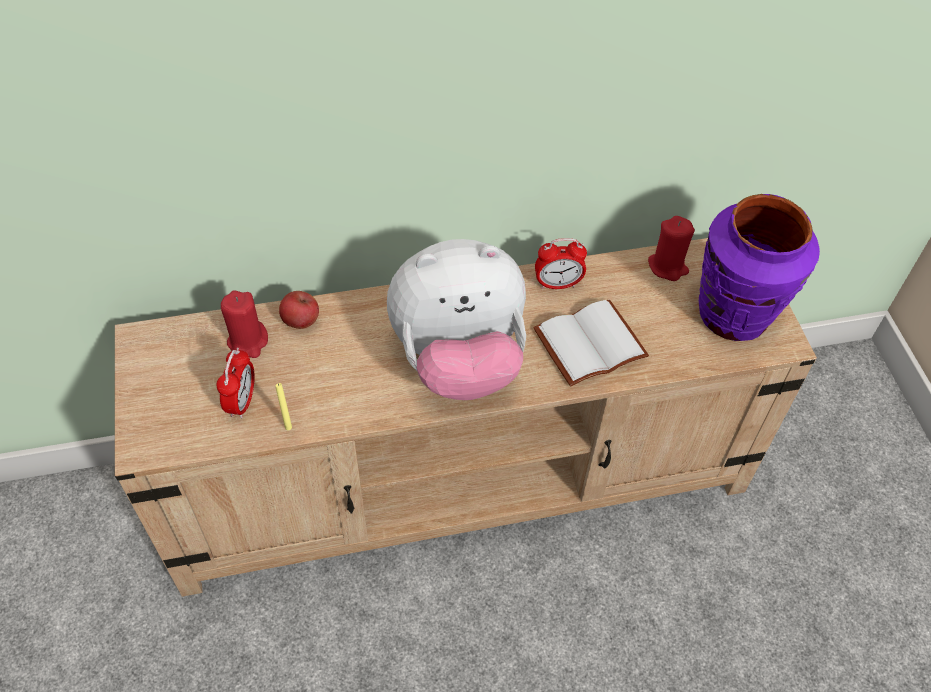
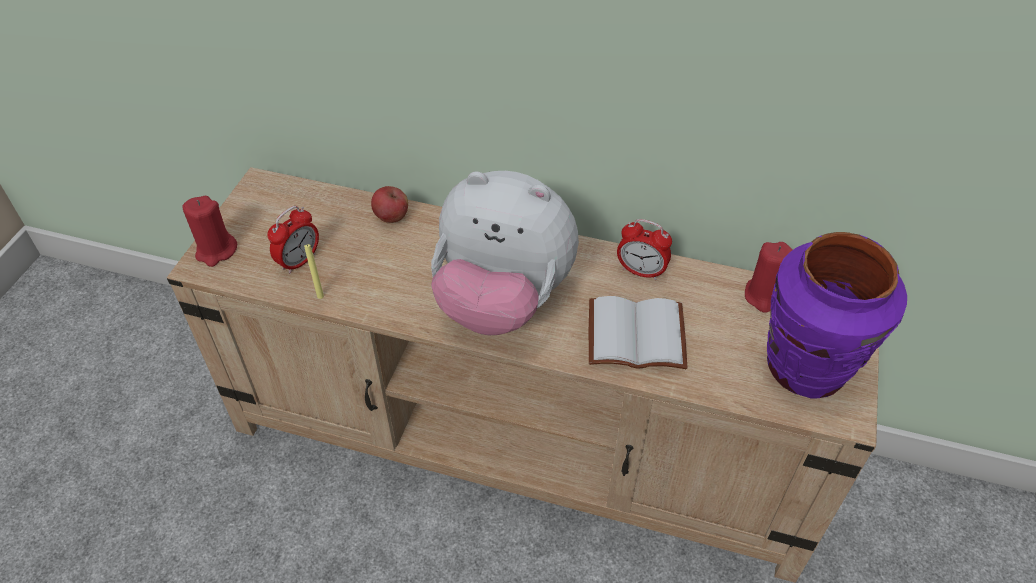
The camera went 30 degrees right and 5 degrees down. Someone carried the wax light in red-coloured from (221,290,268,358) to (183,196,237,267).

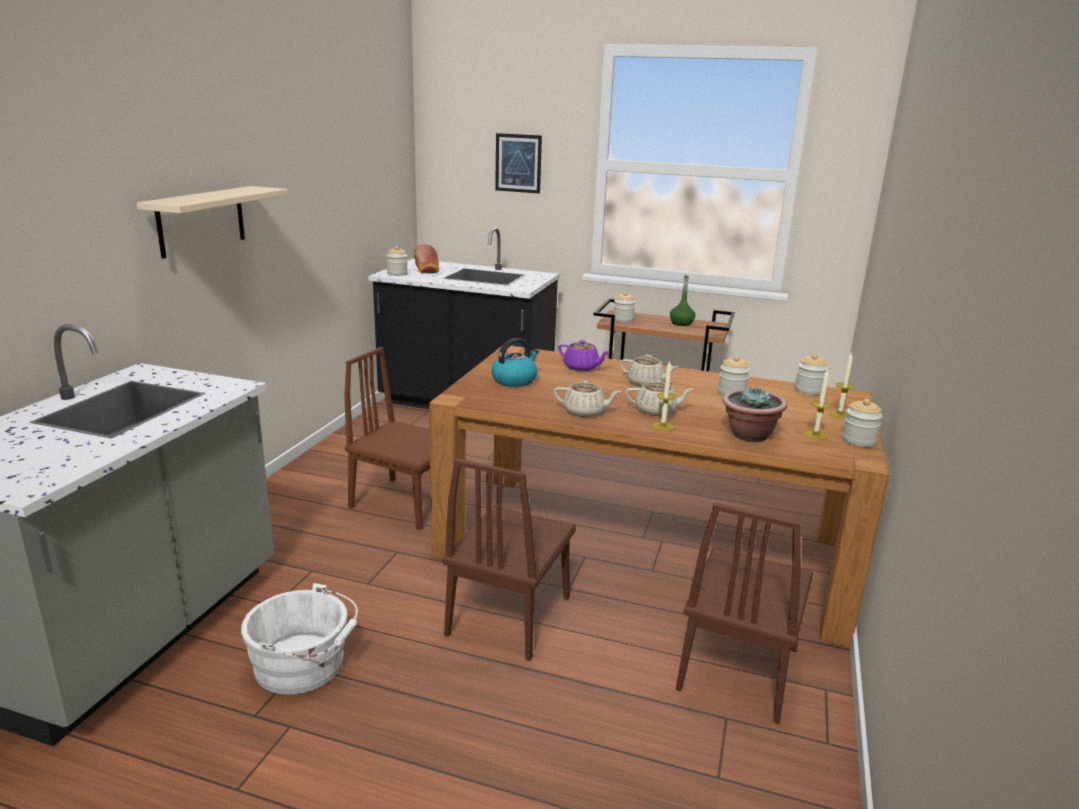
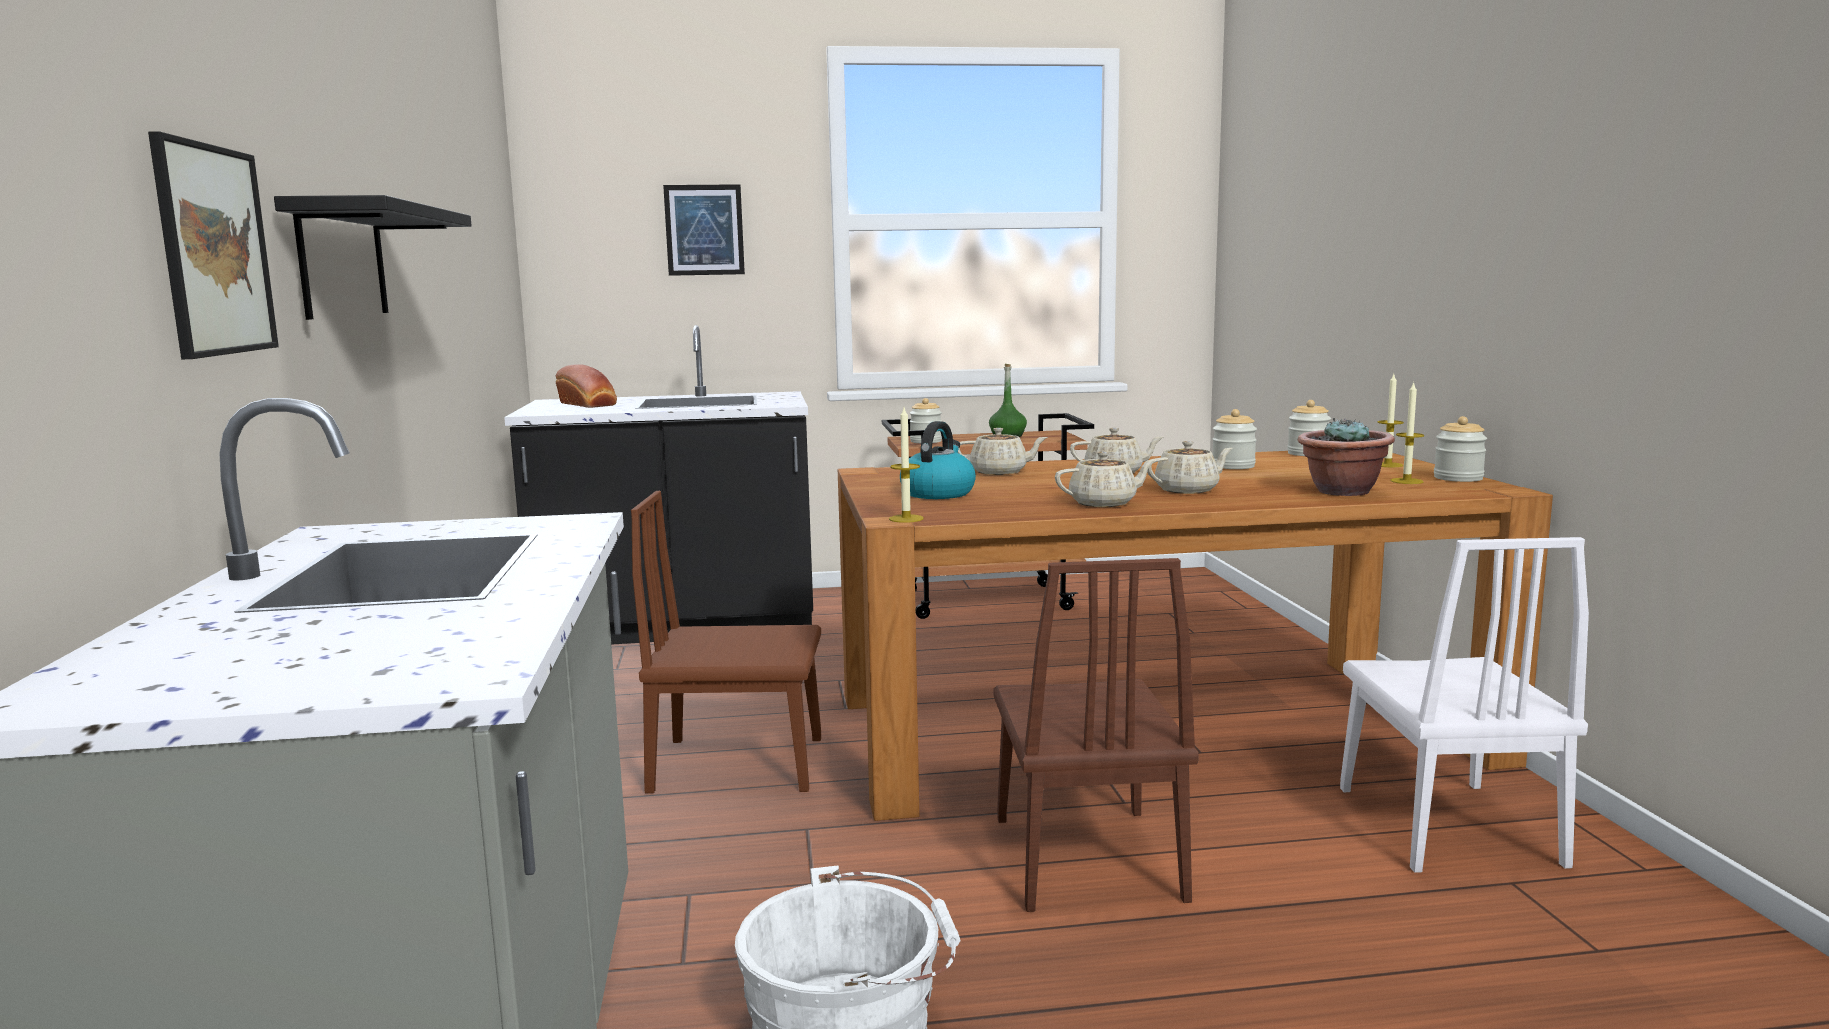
The camera went 25 degrees left and 10 degrees down. Someone repainted the wall shelf in beige-coloured at (137,186,288,259), which became the wall shelf in blackish at (274,195,472,320). Someone took away the jar at (386,246,408,276). Someone repainted the pot for tea in purple-coloured at (558,340,610,371), which became the pot for tea in beige-coloured at (958,428,1048,475). Someone carried the wax light from (652,361,675,431) to (889,408,924,523). Someone repainted the plain chair in brown-coloured at (676,502,813,724), which became the plain chair in white-coloured at (1340,537,1589,873). Someone put up the picture at (148,131,279,359).

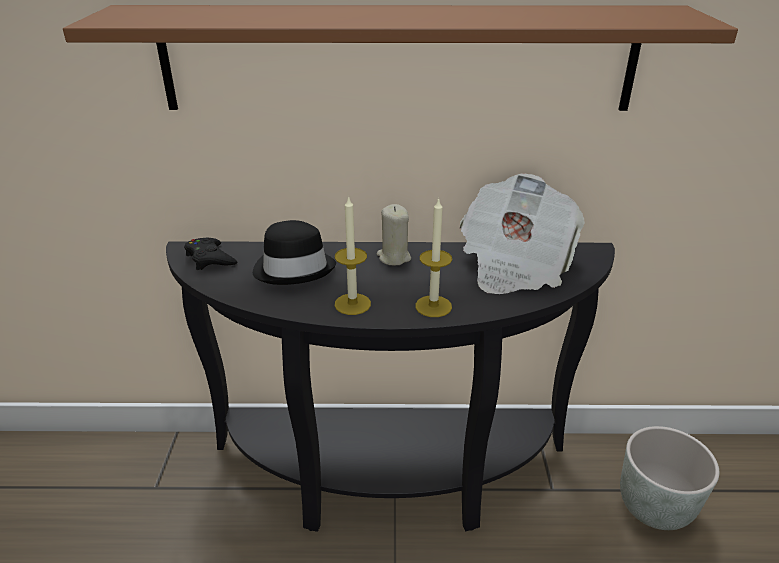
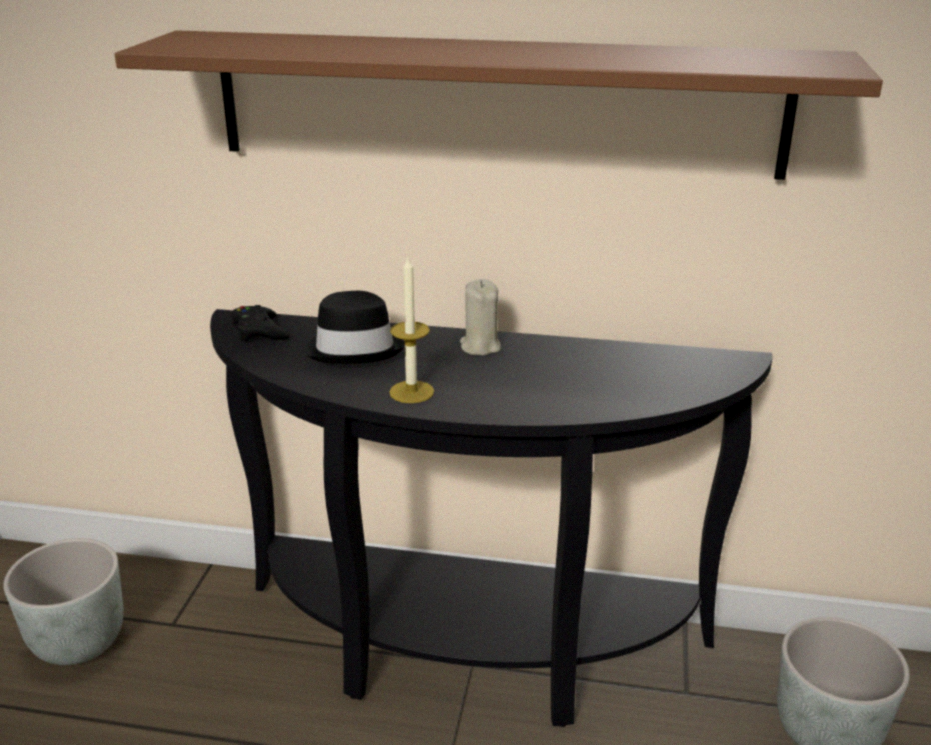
The camera went 10 degrees right and 5 degrees down. Someone took away the daily paper at (460,173,585,294). Someone took away the wax light at (415,197,452,317). Someone put down the planter in gray at (3,538,124,665).

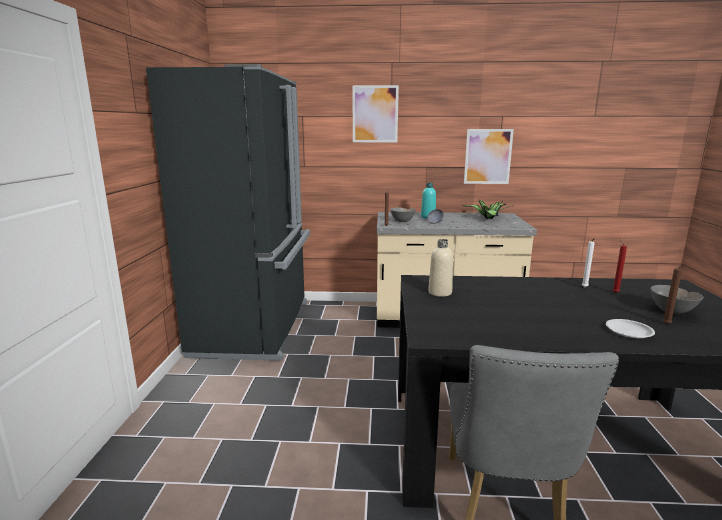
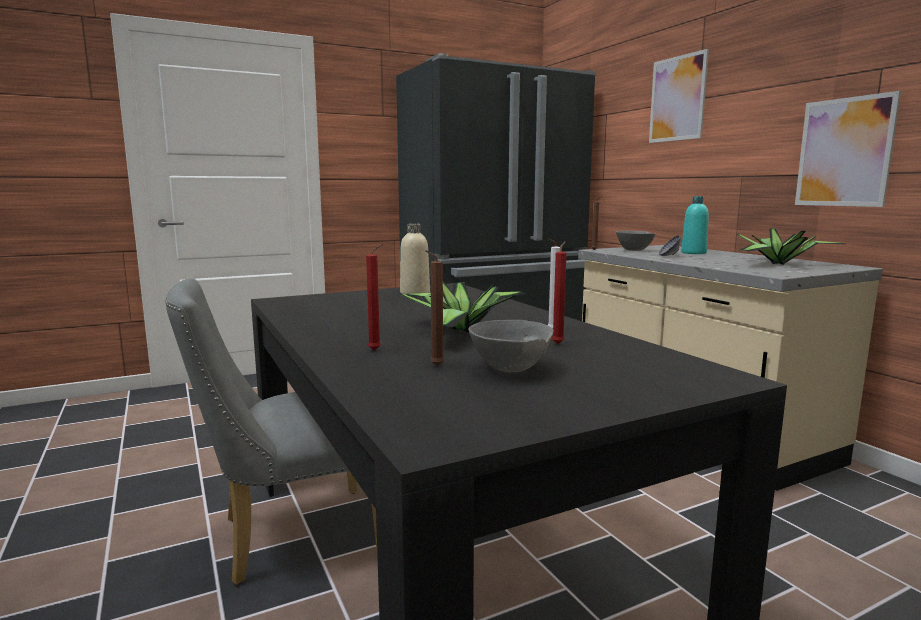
The camera went 60 degrees right and 5 degrees down. Someone swapped the dinner plate in white-coloured at (606,319,655,338) for the wax light in red-coloured at (366,244,383,351). Someone put down the potted plant at (400,281,527,333).

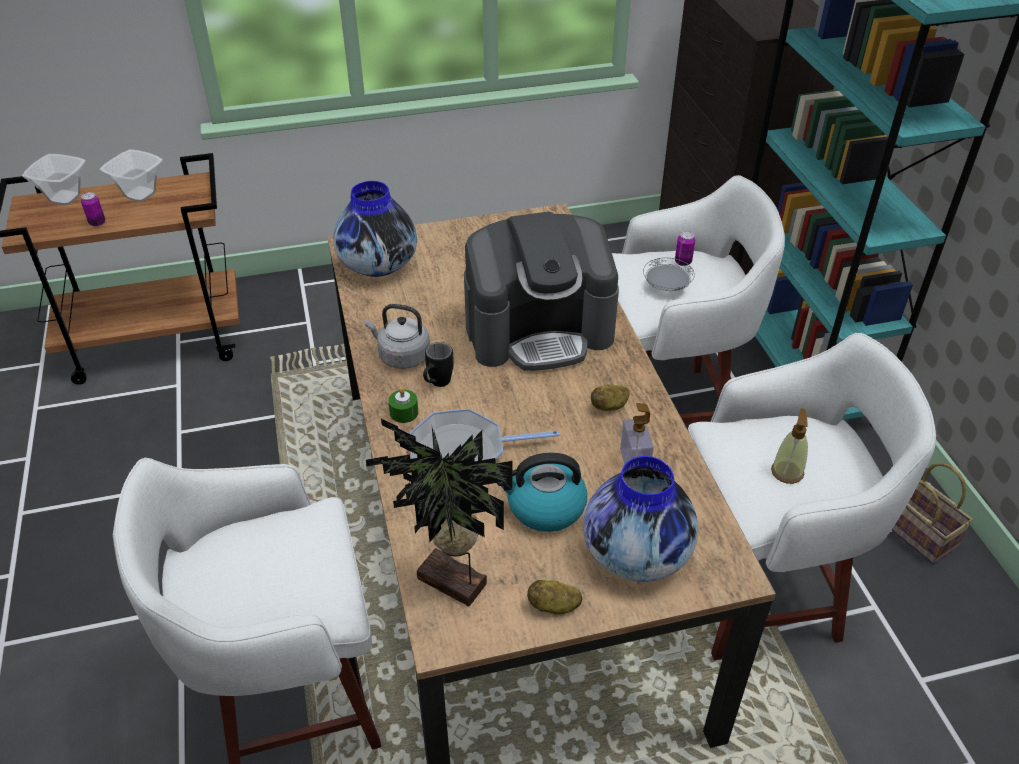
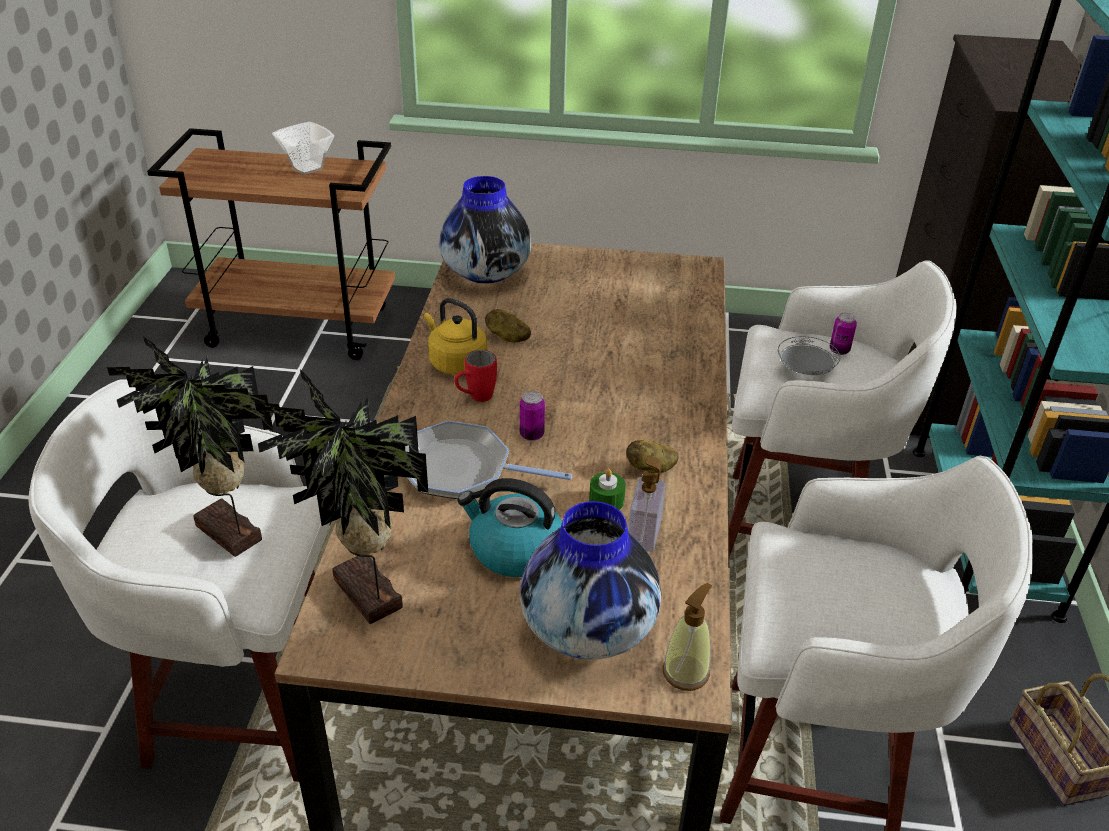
The camera went 20 degrees right and 5 degrees down. Someone took away the bowl at (22,154,86,205). Someone carried the sealed can from (81,192,105,227) to (519,391,545,441). Someone took away the coffee maker at (464,212,619,371). Someone repainted the kettle in gray at (365,304,430,369), which became the kettle in yellowish at (424,298,487,375). Someone repainted the coffee mug in blackish at (423,342,454,387), which became the coffee mug in red-coloured at (454,350,497,402). Someone carried the wax light in greenish from (388,388,418,423) to (589,469,626,510). Someone carried the soap bottle from (771,409,808,484) to (662,583,712,691). Someone carried the spud from (527,580,582,615) to (485,309,531,342). Someone put down the potted plant at (107,337,273,557).

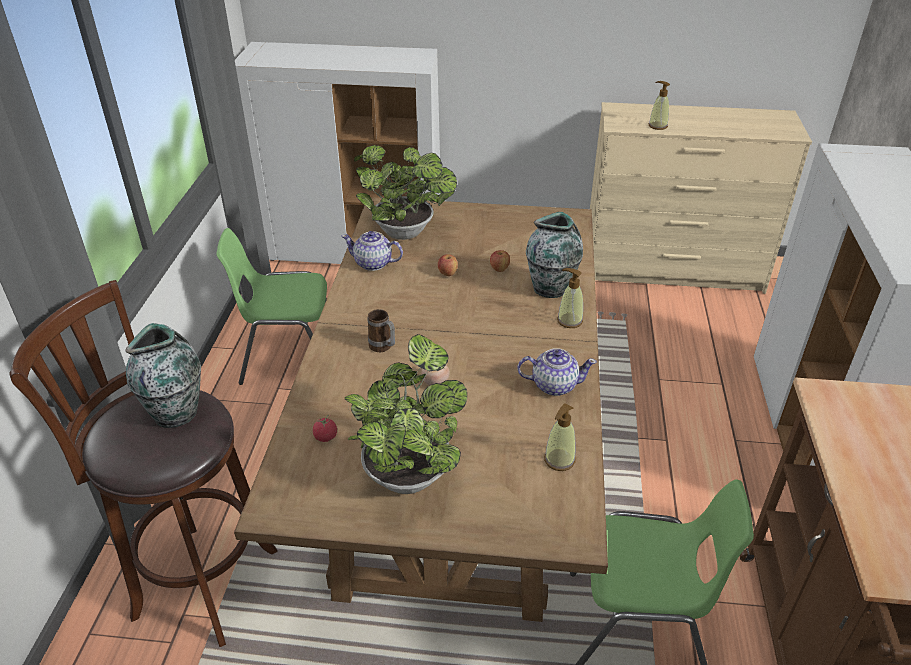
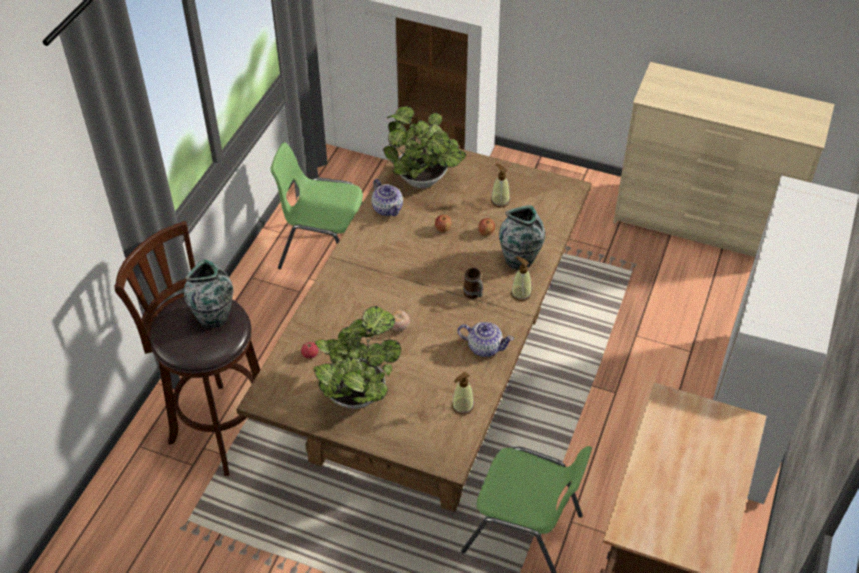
The camera went 15 degrees right and 10 degrees up. Someone carried the soap bottle from (649,81,670,130) to (491,164,510,207). Someone rotated the pot for tea at (341,231,403,271) by 150 degrees counterclockwise. Someone carried the coffee mug from (367,309,395,352) to (463,268,483,299).

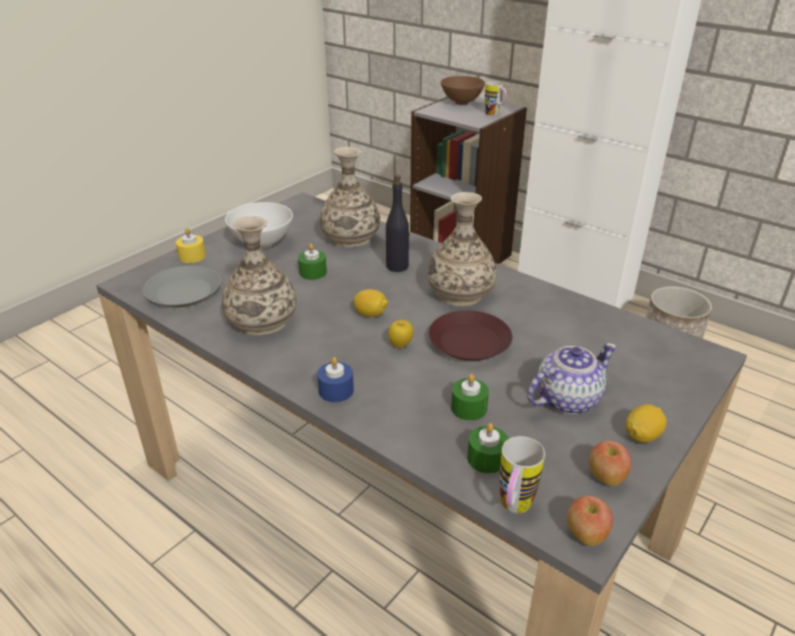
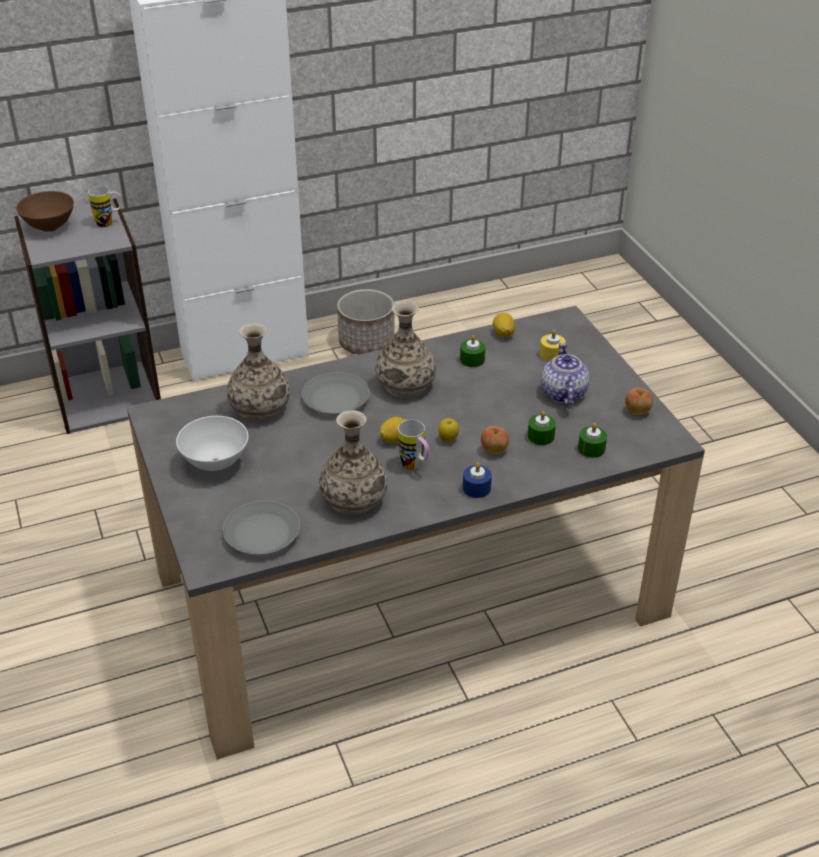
The camera went 60 degrees left and 5 degrees up. Someone swapped the bottle in blackish at (386,174,409,272) for the dinner plate in gray at (302,372,369,415). Someone carried the wax light in yellowish from (176,228,206,263) to (540,330,566,361). Someone carried the wax light in greenish from (298,243,327,280) to (460,335,485,367). Someone took away the dinner plate in brown-coloured at (429,310,512,361). Someone carried the lemon from (626,404,667,443) to (493,313,515,337). Someone carried the coffee mug from (500,436,545,513) to (398,420,429,470). Someone carried the apple from (567,496,613,546) to (481,426,509,454).

